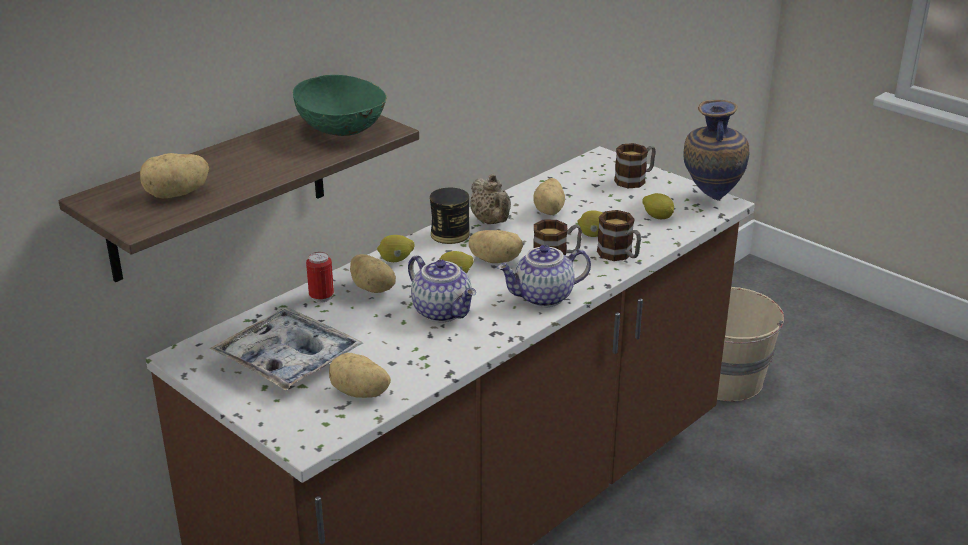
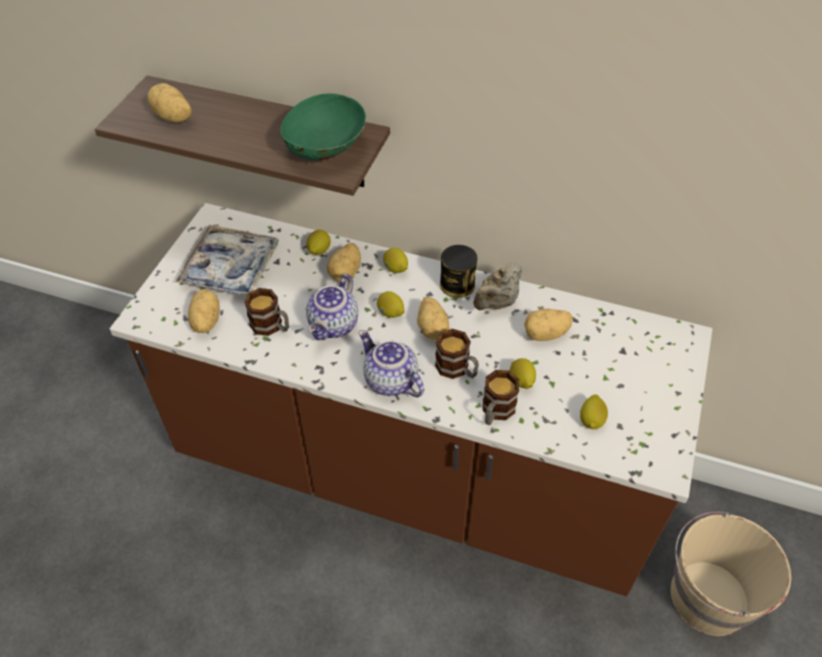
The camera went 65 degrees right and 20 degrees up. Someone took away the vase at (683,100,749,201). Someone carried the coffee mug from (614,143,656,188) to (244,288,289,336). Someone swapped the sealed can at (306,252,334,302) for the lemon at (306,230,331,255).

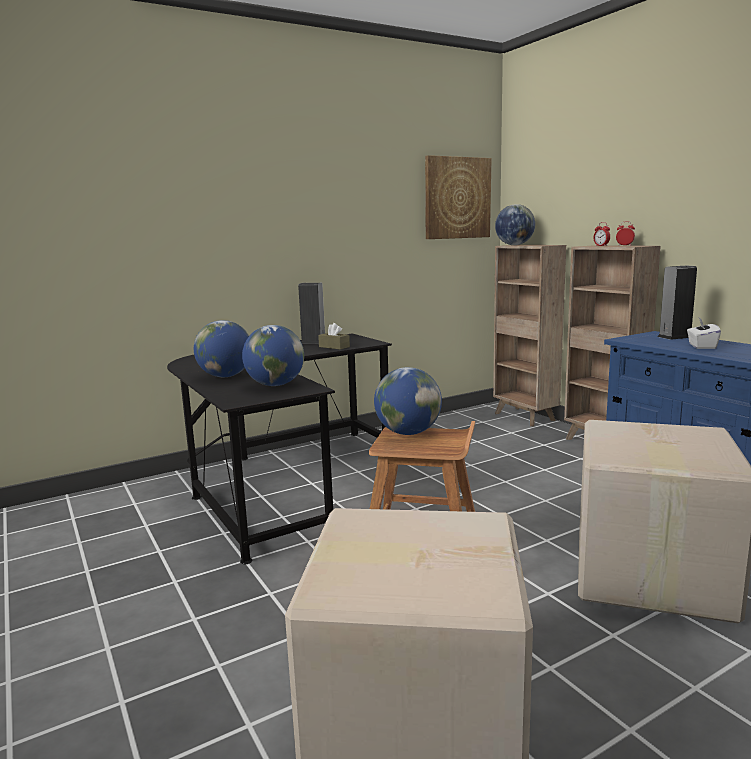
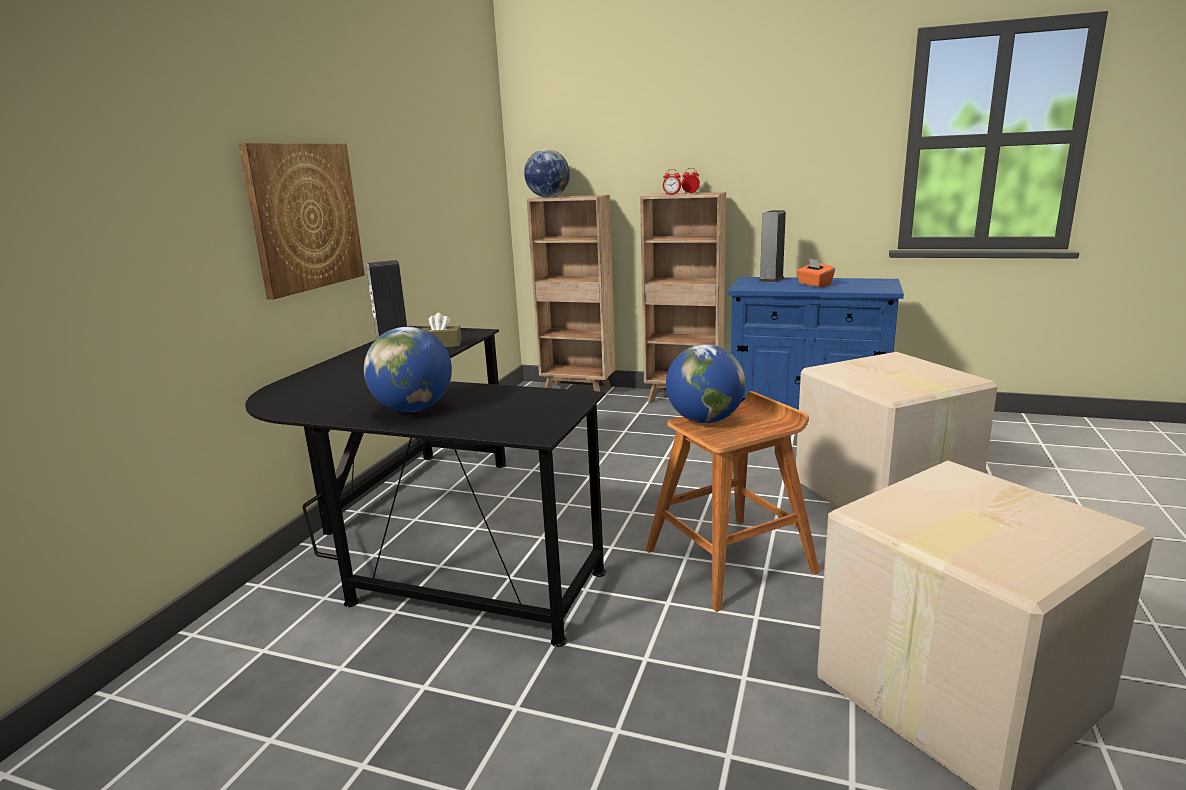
The camera went 40 degrees left and 5 degrees up. Someone carried the picture from (425,155,492,239) to (239,143,365,299). Someone repainted the tissue holder in white-coloured at (687,318,721,349), which became the tissue holder in orangey at (796,258,835,287). Someone took away the globe at (242,325,304,386).

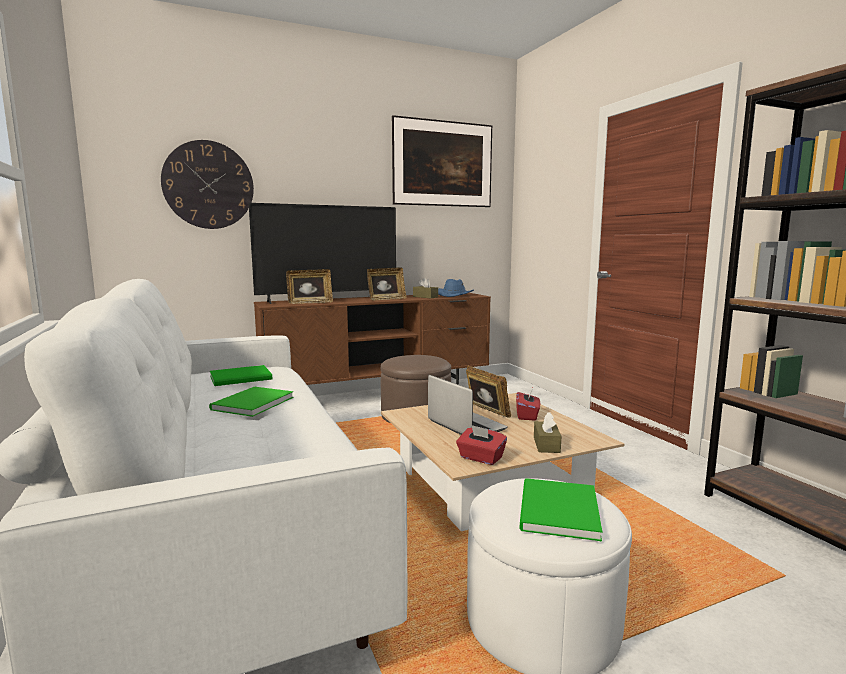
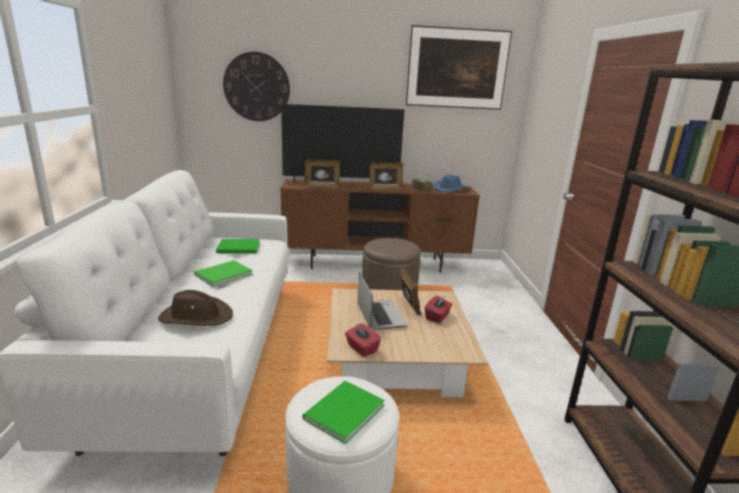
The camera went 20 degrees right and 10 degrees up. Someone took away the tissue holder in brown-coloured at (534,412,562,453). Someone put down the wearable hat in brown-coloured at (158,290,233,326).

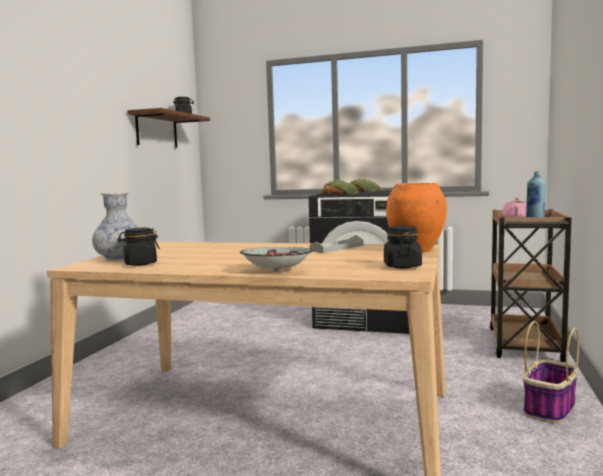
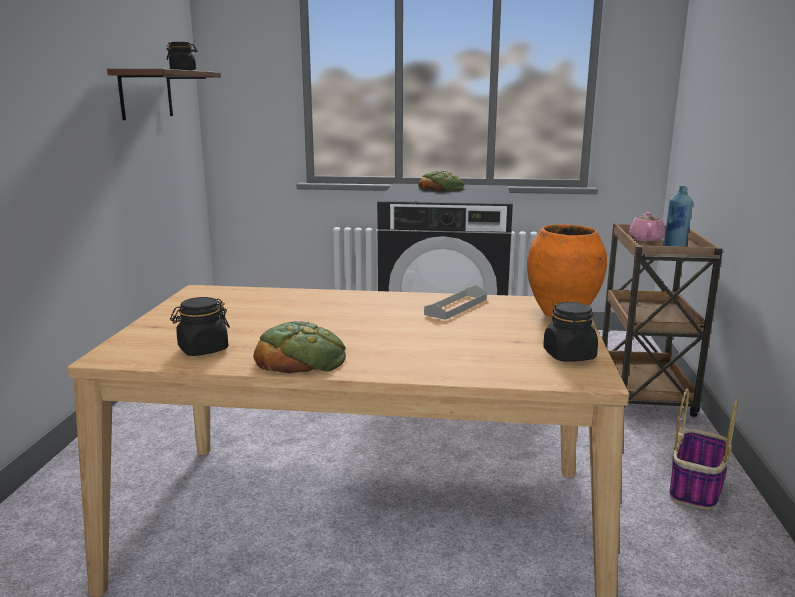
The camera went 10 degrees left and 10 degrees up. Someone carried the bakery bread from (322,180,359,195) to (253,321,346,373). Someone took away the vase at (92,192,139,260). Someone took away the bowl at (240,247,313,272).

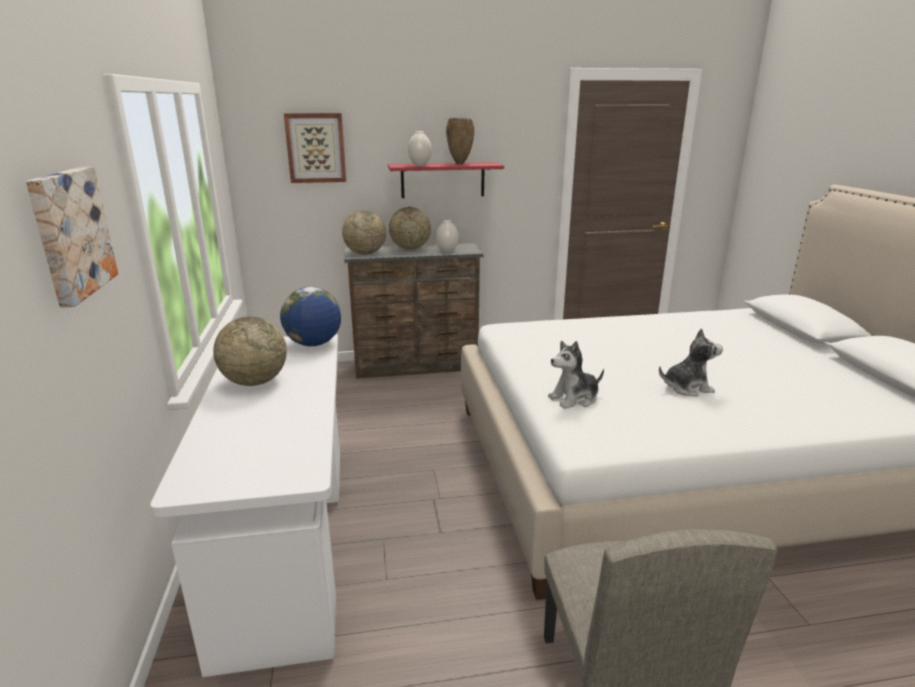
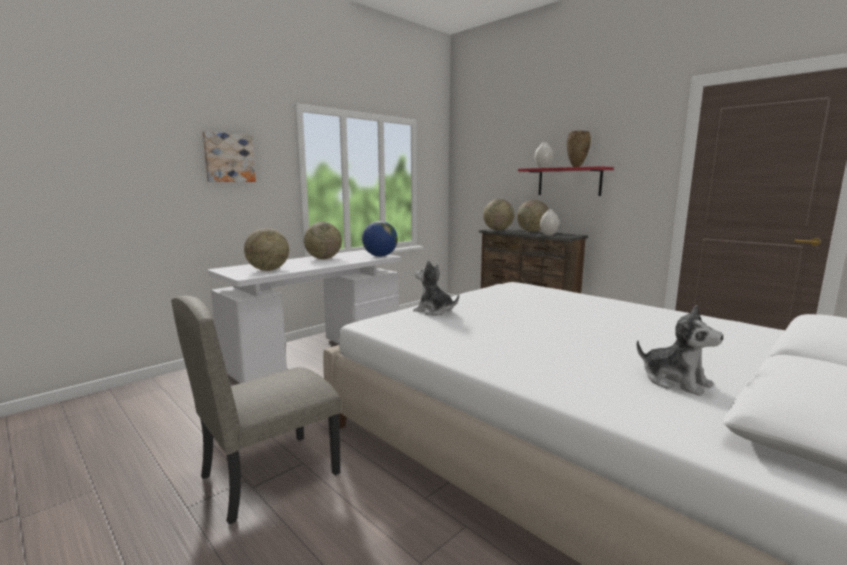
The camera went 55 degrees right and 10 degrees down. Someone took away the picture at (284,113,346,183). Someone carried the plush toy from (659,328,723,397) to (636,305,723,396). Someone put down the globe at (244,228,289,271).

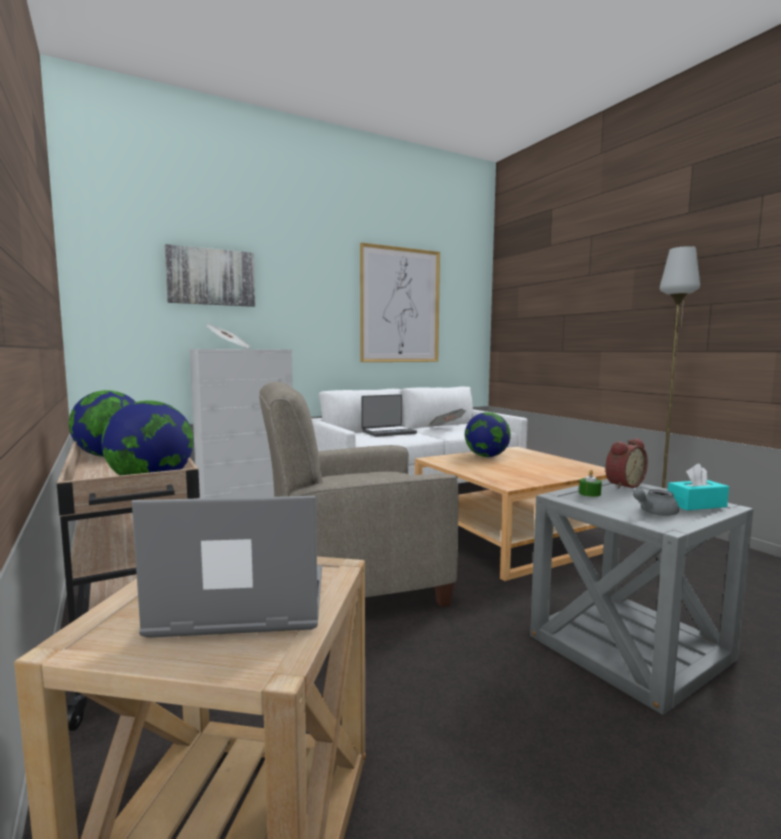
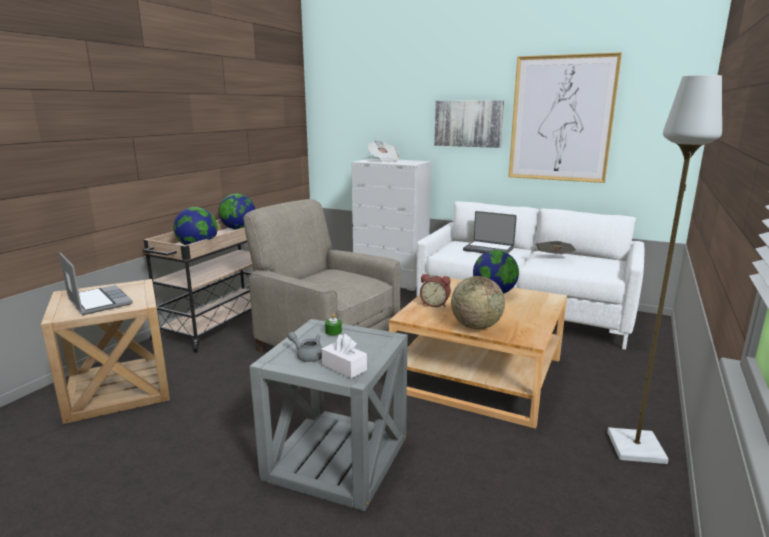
The camera went 55 degrees right and 10 degrees up. Someone carried the picture from (164,244,255,307) to (434,100,504,148). Someone carried the alarm clock from (605,438,648,489) to (420,274,451,307). Someone repainted the tissue holder in turquoise-coloured at (668,464,729,510), which became the tissue holder in white-coloured at (321,334,367,379). Someone put down the globe at (451,276,505,329).

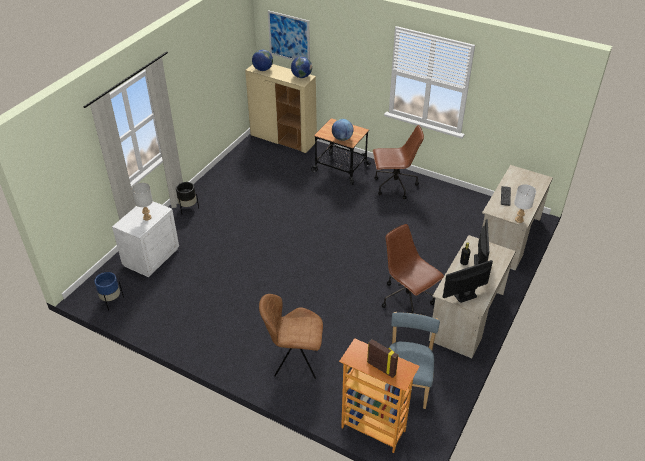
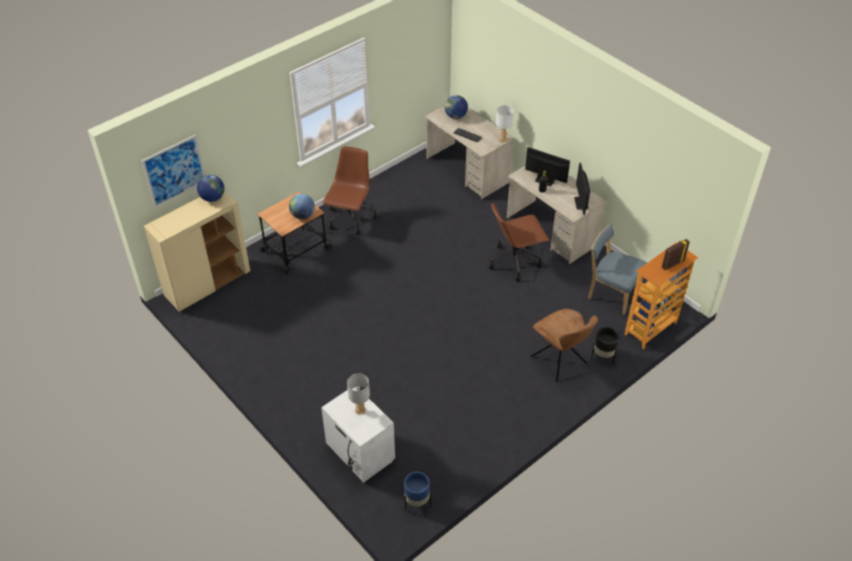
The camera went 70 degrees left and 5 degrees up. Someone carried the globe from (252,50,273,71) to (445,95,468,119). Someone carried the planter in blackish from (176,182,199,214) to (591,327,619,365). Someone rotated the plain chair in brown-coloured at (259,294,323,379) by 60 degrees counterclockwise.

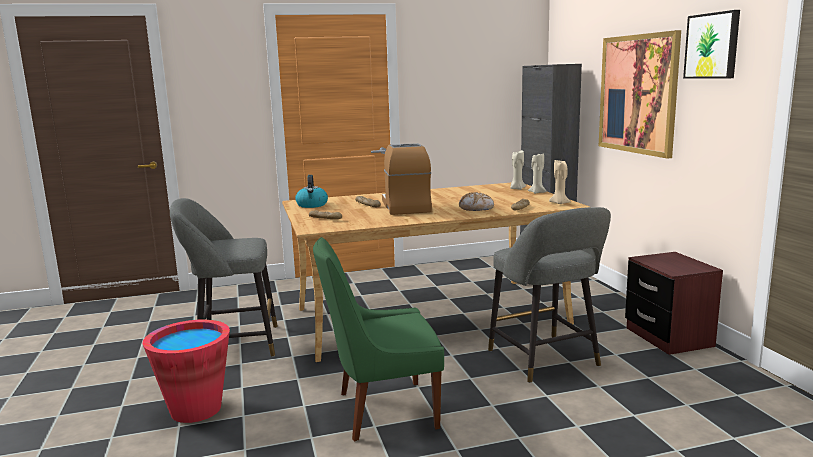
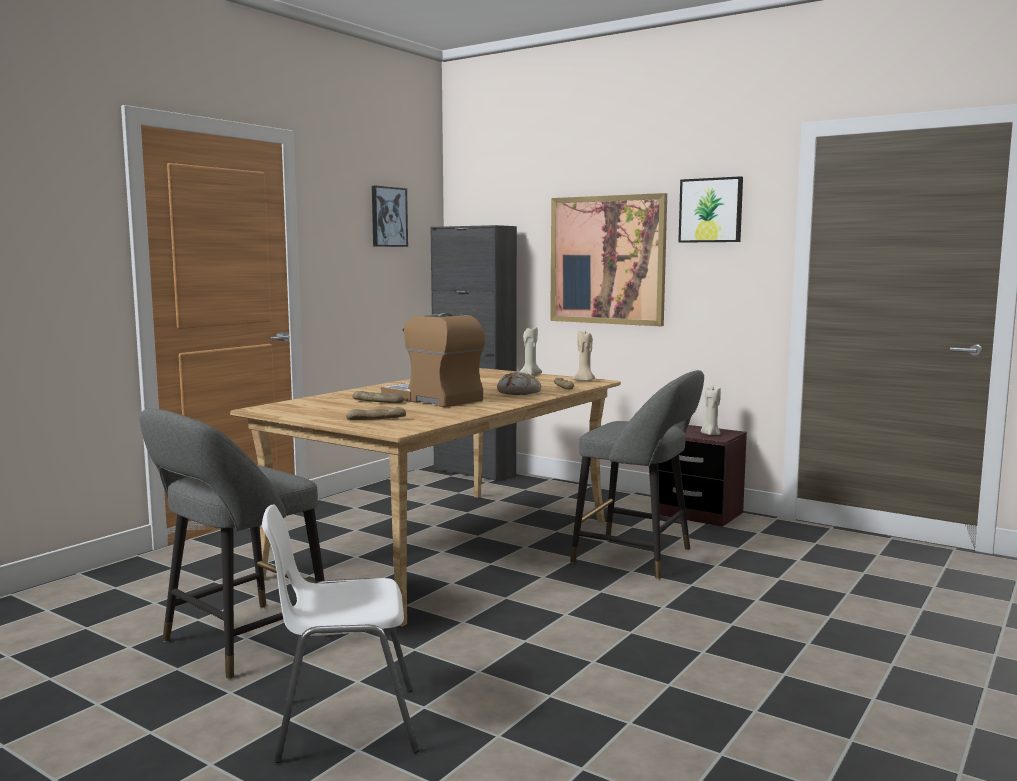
The camera went 40 degrees left and 5 degrees down. Someone carried the wax light in beige-coloured from (510,150,526,190) to (701,385,721,435). Someone took away the kettle at (295,175,328,208). Someone took away the plain chair in greenish at (313,237,444,441). Someone swapped the bucket in red-coloured at (142,320,230,423) for the plain chair in white-coloured at (262,504,419,763). Someone put up the picture at (372,186,408,247).

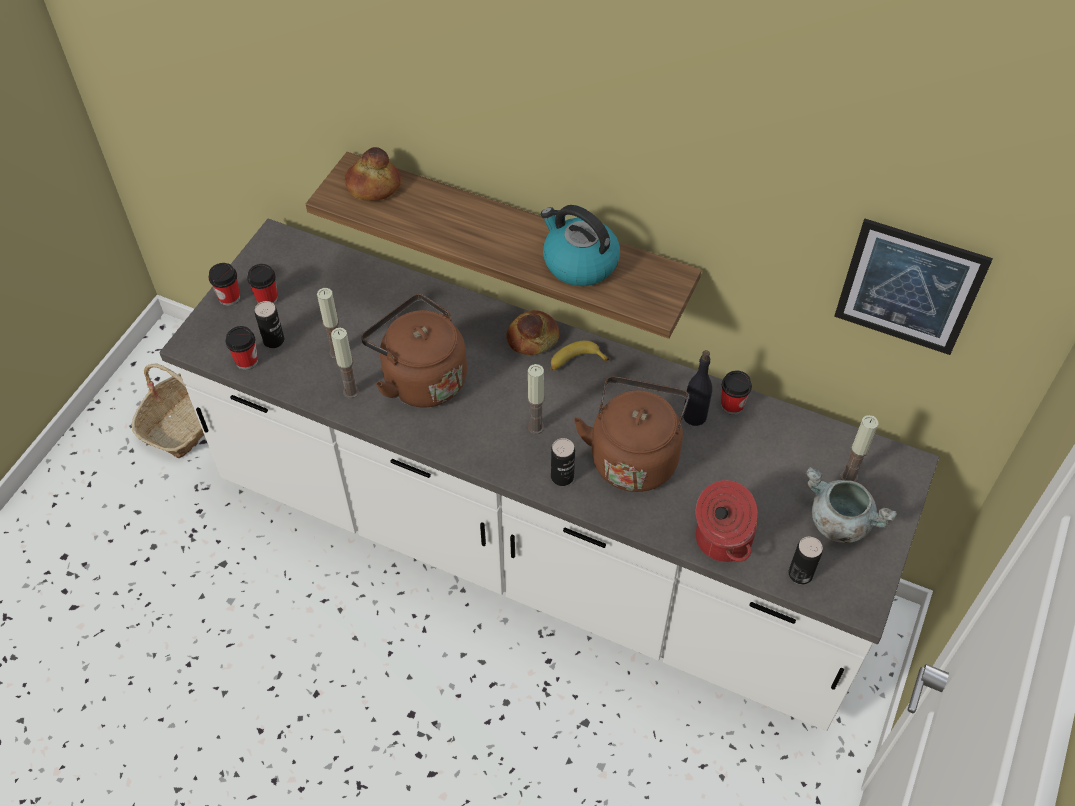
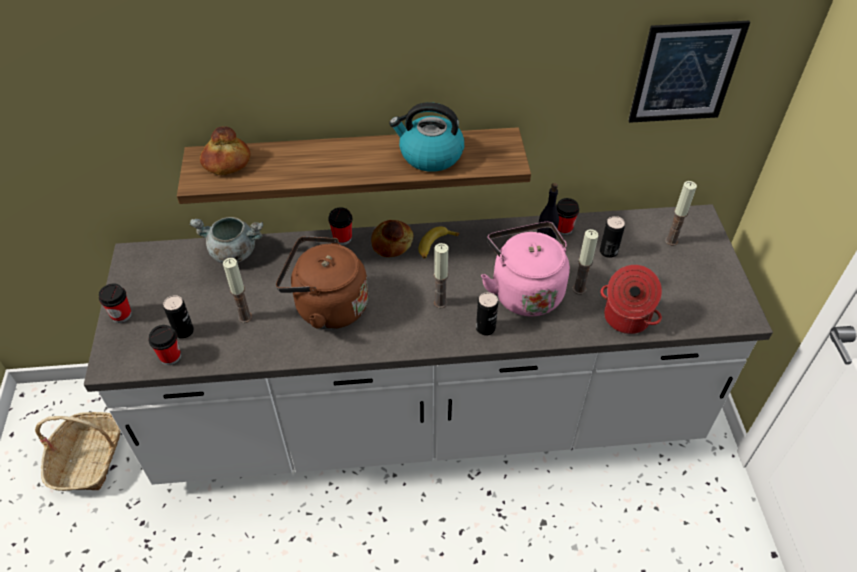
The camera went 30 degrees left and 5 degrees down. Someone carried the cup from (247,264,278,304) to (328,207,353,245). Someone carried the wax light from (331,328,359,398) to (572,229,598,295). Someone repainted the kettle in brown-coloured at (574,376,689,492), which became the kettle in pinkish at (481,222,570,316). Someone carried the stockpot in gray from (806,467,897,543) to (189,217,263,263). Someone carried the sealed can from (789,536,823,584) to (600,216,625,258).

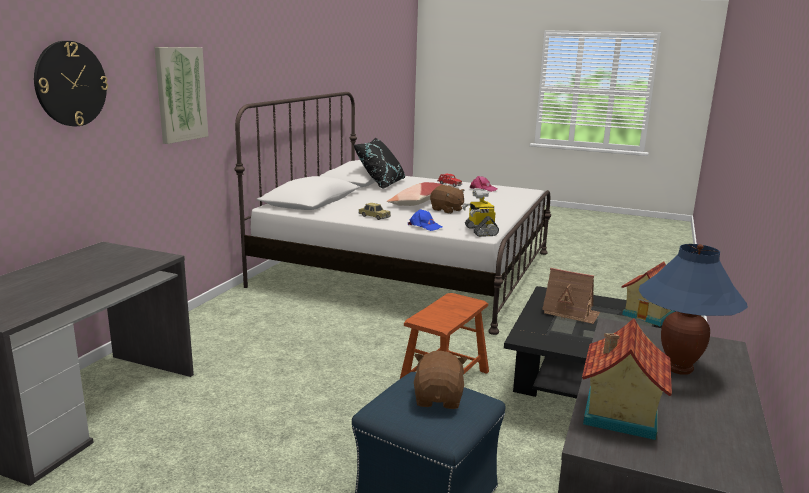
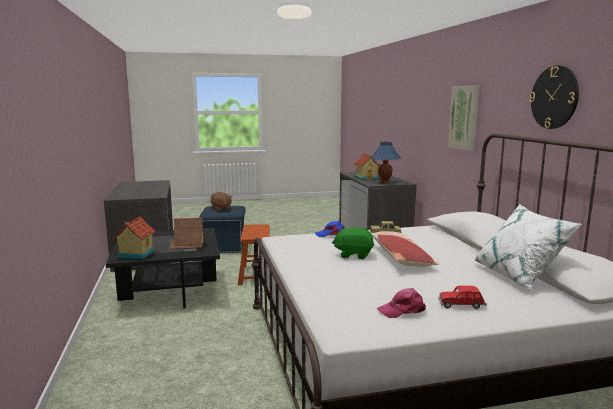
The camera went 145 degrees right and 5 degrees down. Someone carried the hanging clock from (34,41,108,126) to (529,66,579,129). Someone repainted the throw pillow in blackish at (353,138,405,188), which became the throw pillow in white-coloured at (474,205,582,291). Someone repainted the plush toy in brown-coloured at (430,185,465,214), which became the plush toy in greenish at (332,228,374,259). Someone took away the model robot at (462,190,499,237). Someone carried the table lamp in blue from (639,244,748,375) to (370,141,401,183). Someone carried the model house from (582,318,672,440) to (353,153,380,180).

